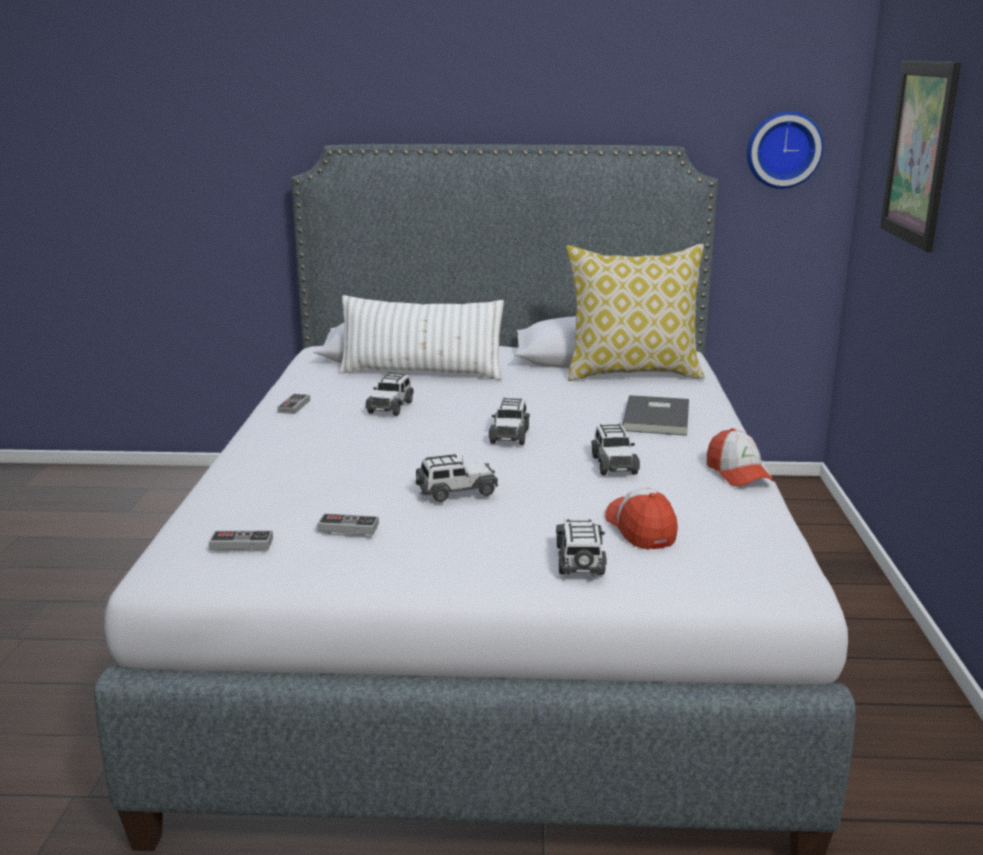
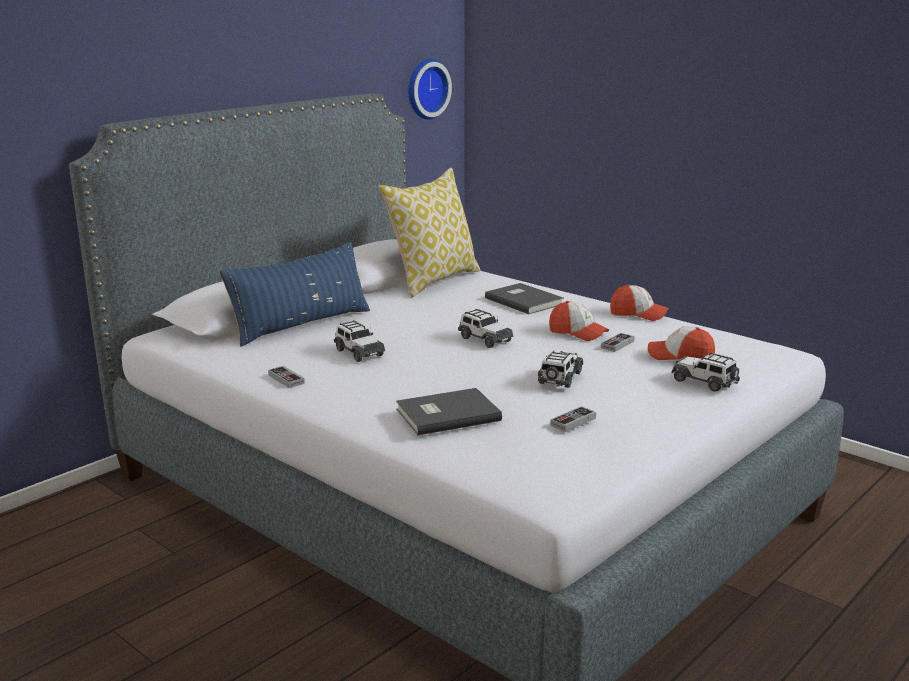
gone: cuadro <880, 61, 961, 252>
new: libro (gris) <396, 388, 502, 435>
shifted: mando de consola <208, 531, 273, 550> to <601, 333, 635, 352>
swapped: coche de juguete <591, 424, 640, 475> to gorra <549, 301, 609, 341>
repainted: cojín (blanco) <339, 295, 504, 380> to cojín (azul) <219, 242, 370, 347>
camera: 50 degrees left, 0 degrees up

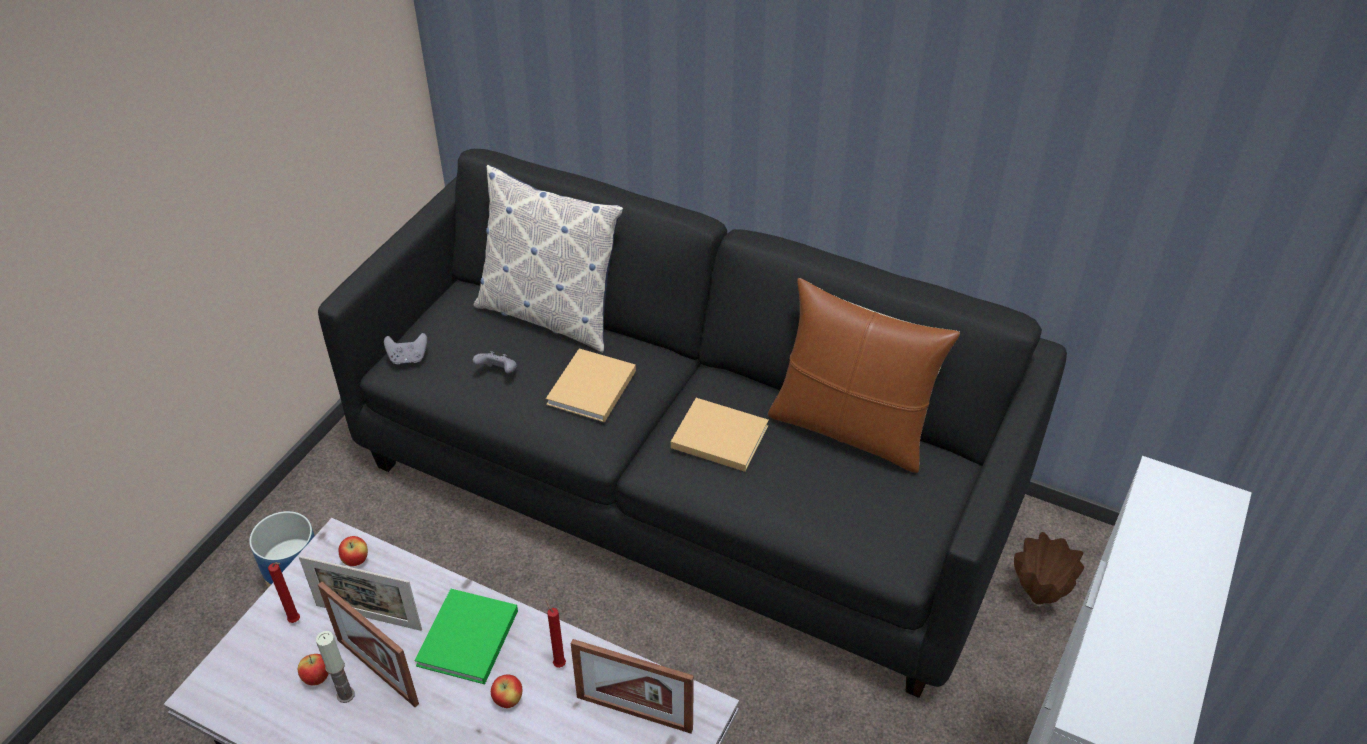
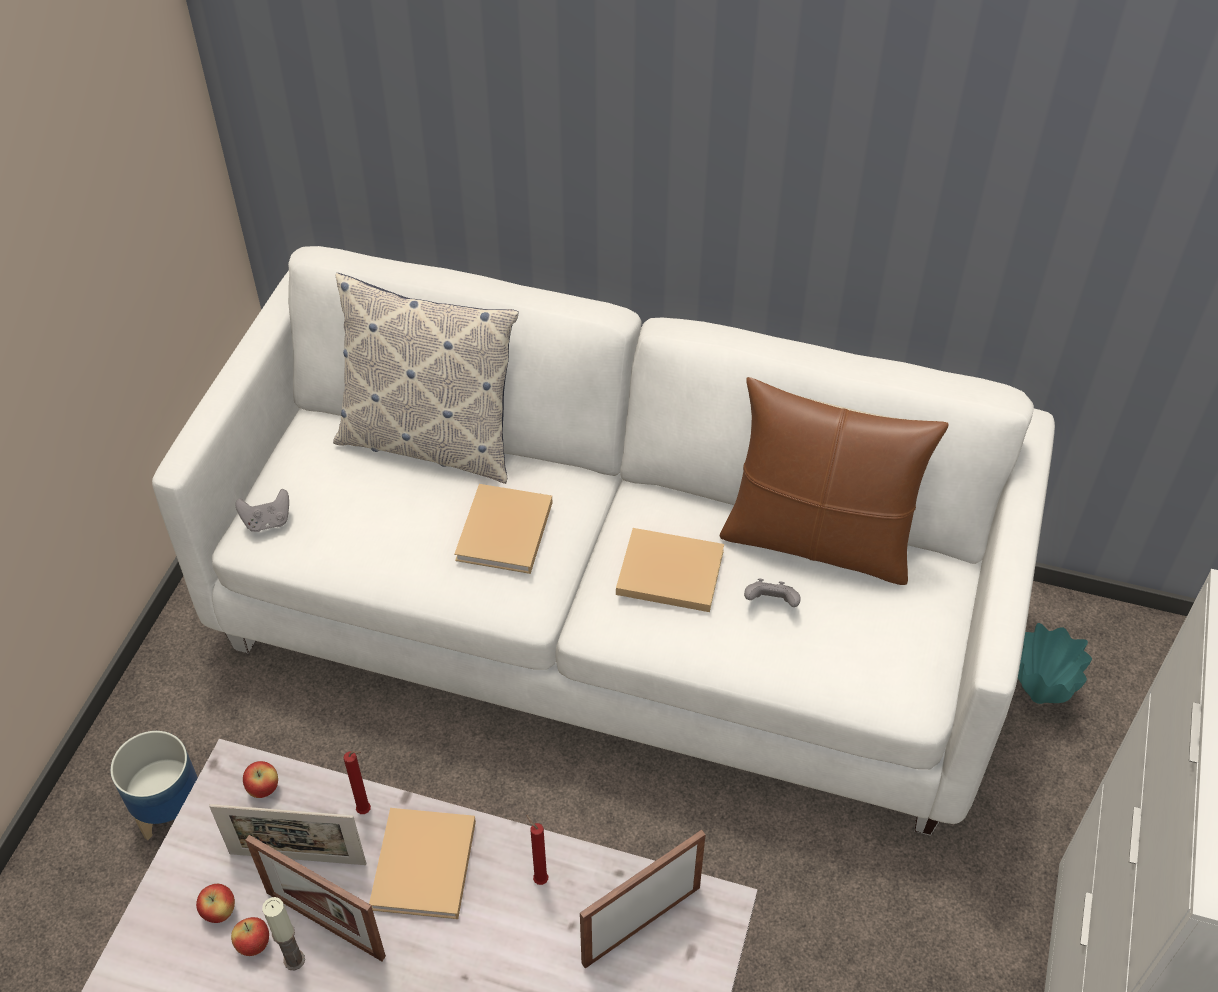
shifted: vela (rojo) <268, 562, 300, 623> to <344, 751, 371, 814>; mando de consola (gris) <473, 351, 517, 373> to <744, 578, 801, 607>; manzana <491, 674, 523, 708> to <196, 884, 235, 923>
repainted: sofá (negro) <318, 149, 1067, 698> to sofá (blanco) <152, 246, 1055, 836>; libro (verde) <414, 589, 518, 684> to libro (beis) <369, 808, 476, 919>; florero (marrón) <1014, 532, 1084, 605> to florero (turquesa) <1018, 623, 1092, 704>
rotated: portarretratos <571, 639, 694, 734> = <580, 830, 706, 969> 135 degrees clockwise
camera: 10 degrees left, 5 degrees up

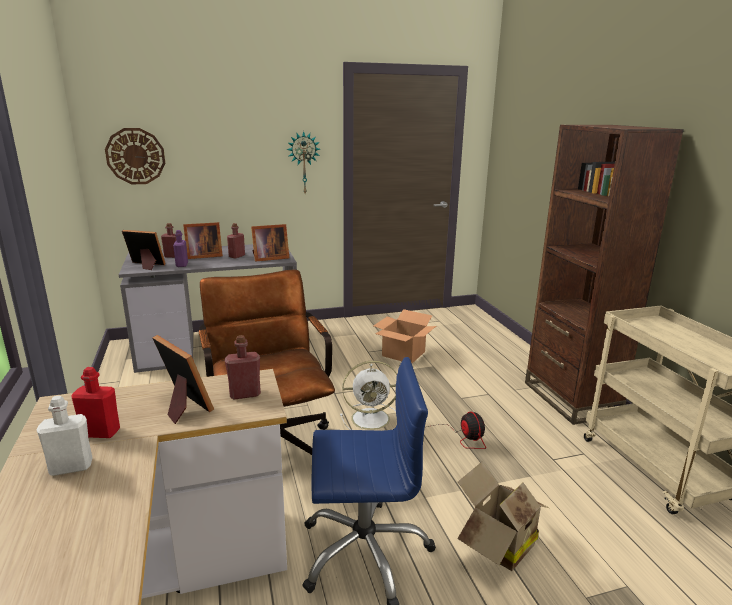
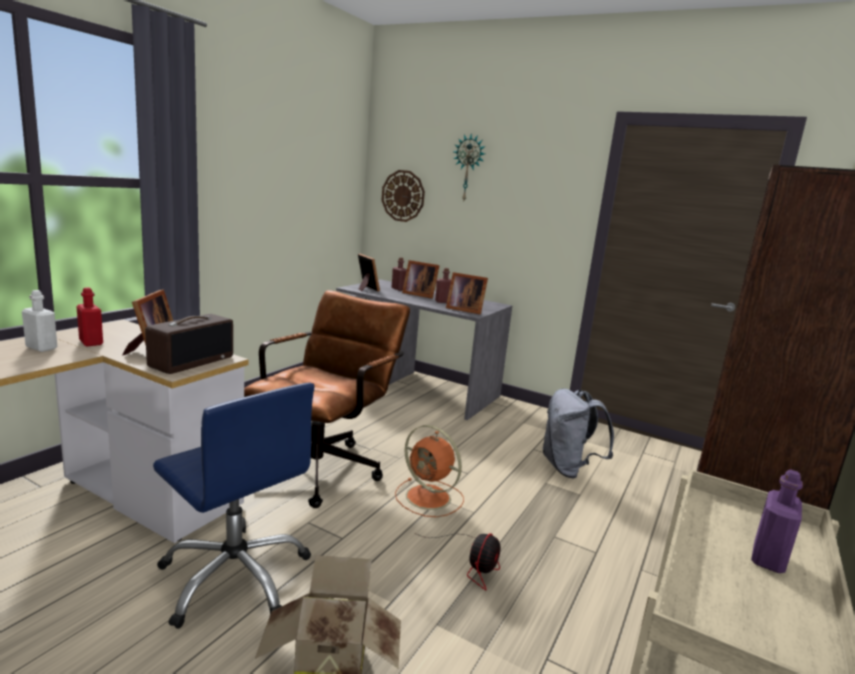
shifted: botella (morado) <173, 230, 188, 267> to <751, 470, 803, 573>; reloj de pared <287, 131, 320, 193> to <453, 134, 485, 200>
swapped: botella (rojo) <225, 335, 261, 400> to radio <145, 314, 233, 374>; caja de cartón <374, 309, 436, 363> to mochila (gris) <542, 388, 614, 479>
repainted: ventilador (blanco) <340, 360, 397, 430> to ventilador (naranja) <395, 425, 464, 517>
camera: 45 degrees right, 5 degrees down

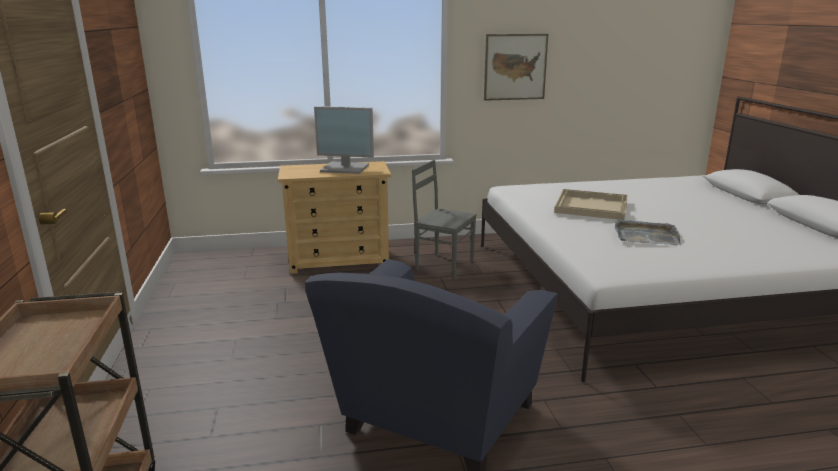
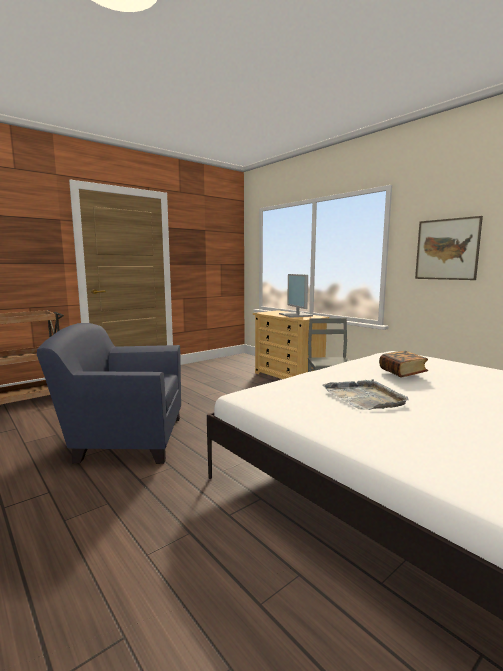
swapped: bandeja (beis) <554, 189, 628, 220> to libro <379, 351, 428, 377>
camera: 60 degrees right, 10 degrees down

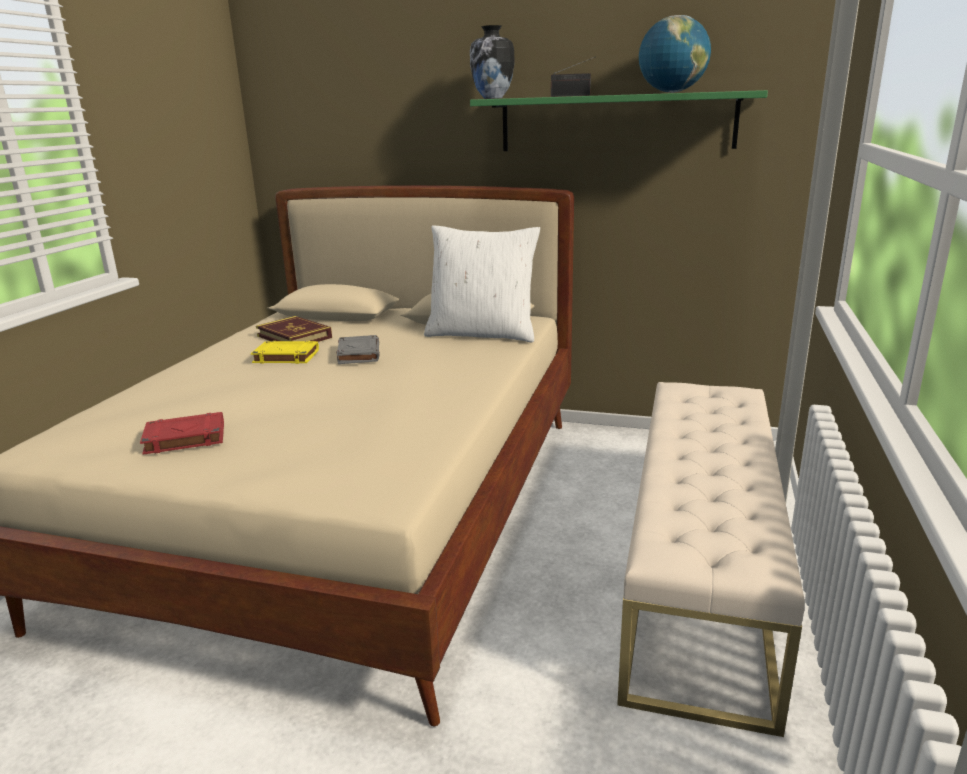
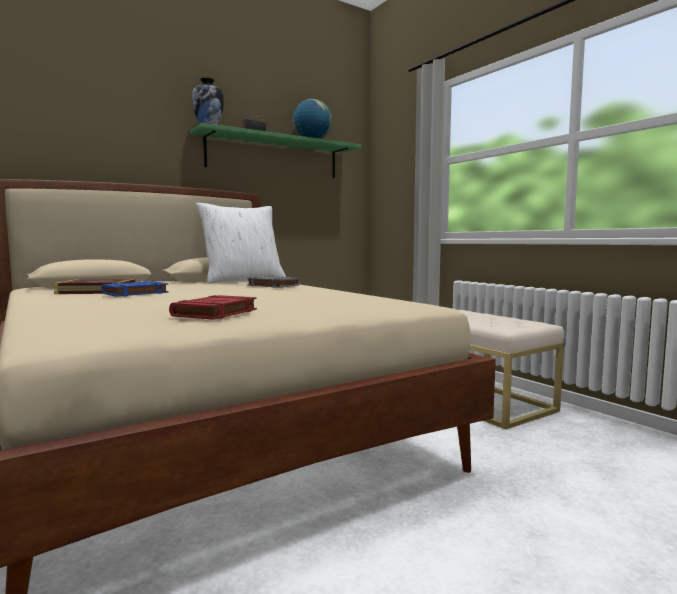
shifted: libro (gris) <336, 335, 380, 364> to <247, 276, 300, 288>
repainted: libro (amarillo) <251, 341, 319, 364> to libro (azul) <102, 281, 169, 297>
camera: 50 degrees left, 15 degrees down

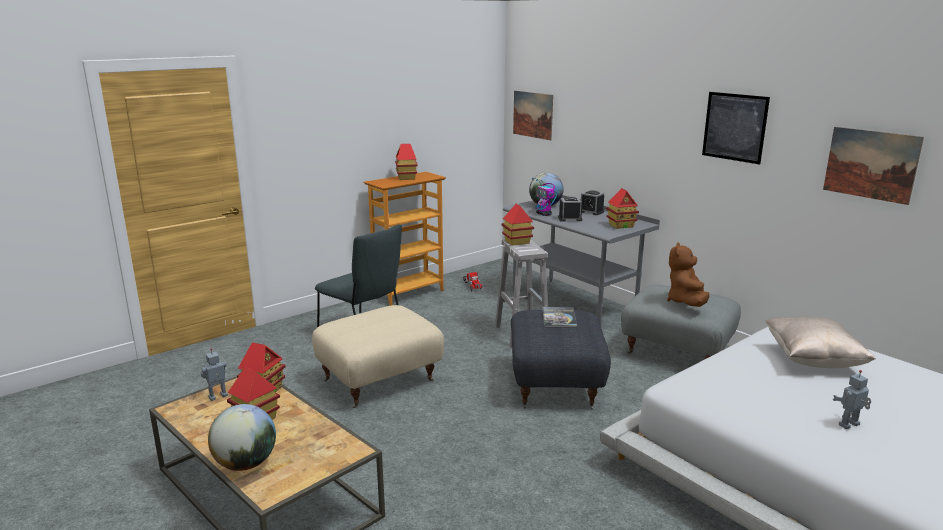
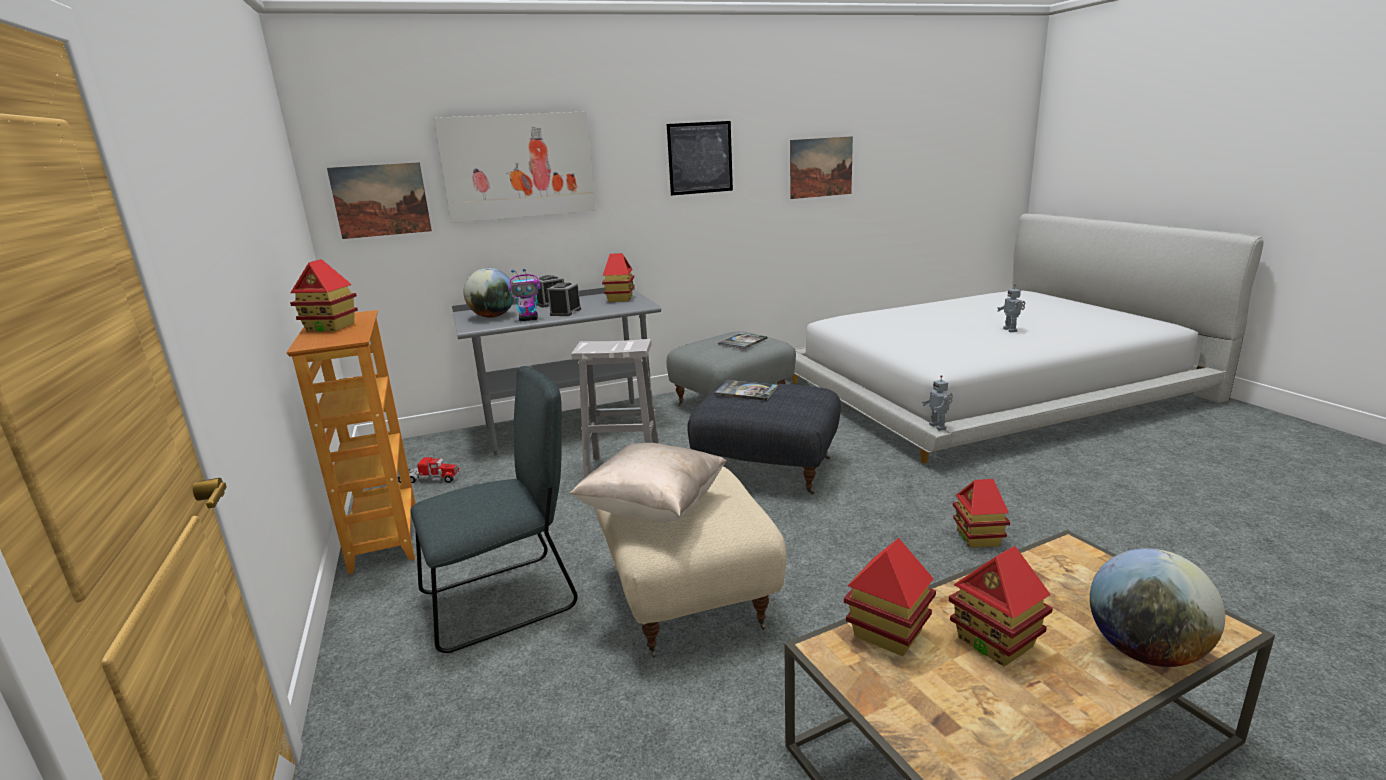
new: cuadro <434, 111, 596, 223>
shifted: robot de juguete <201, 348, 228, 401> to <922, 375, 953, 431>; casita <501, 204, 534, 246> to <953, 479, 1010, 548>; cojín (beis) <766, 316, 876, 368> to <570, 443, 727, 522>
swapped: peluche (marrón) <667, 242, 709, 307> to libro <718, 333, 767, 349>
camera: 70 degrees left, 0 degrees up

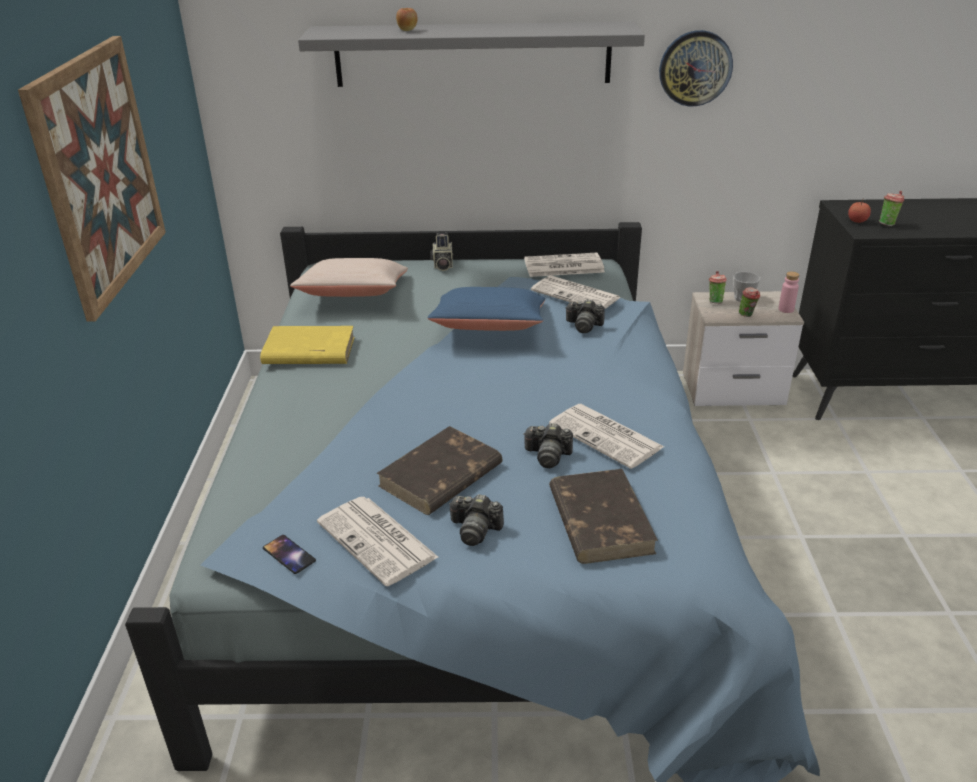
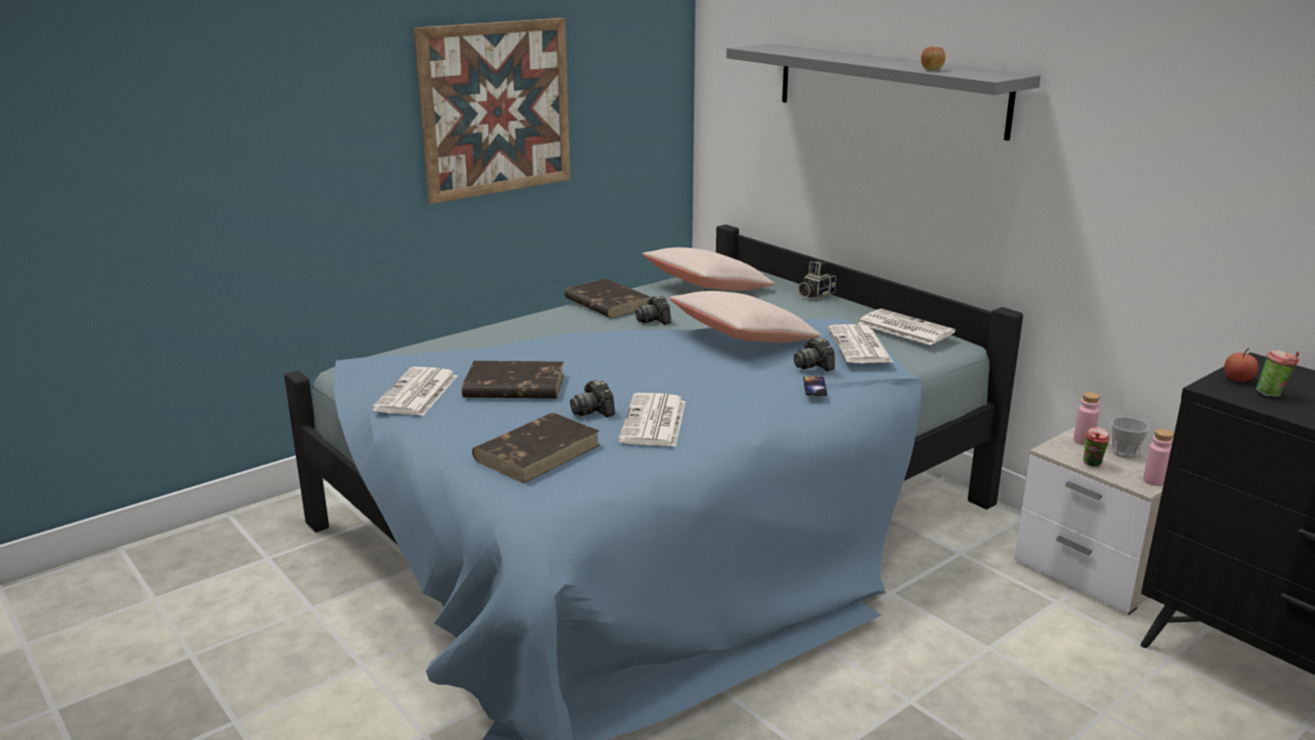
gone: reloj de pared <659, 30, 733, 106>
shifted: móvil <263, 535, 316, 574> to <803, 376, 827, 396>; manzana <396, 8, 418, 31> to <921, 47, 946, 70>; cámara <449, 494, 504, 546> to <635, 296, 671, 325>
swapped: taza <709, 271, 727, 304> to botella (rosa) <1073, 392, 1100, 445>
repainted: libro (amarillo) <260, 326, 355, 364> to libro (marrón) <564, 279, 650, 318>; cojín (azul) <428, 287, 545, 331> to cojín (beis) <669, 291, 821, 343>
camera: 50 degrees right, 10 degrees down

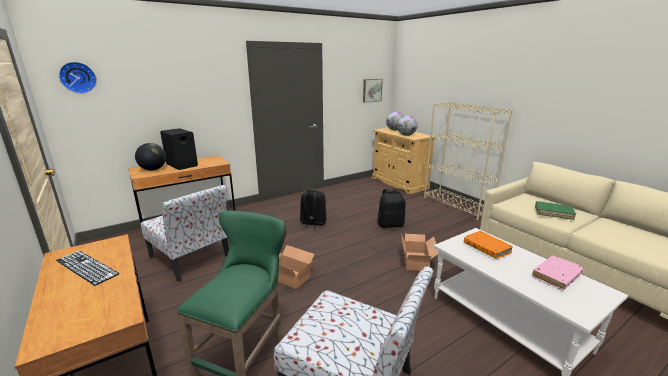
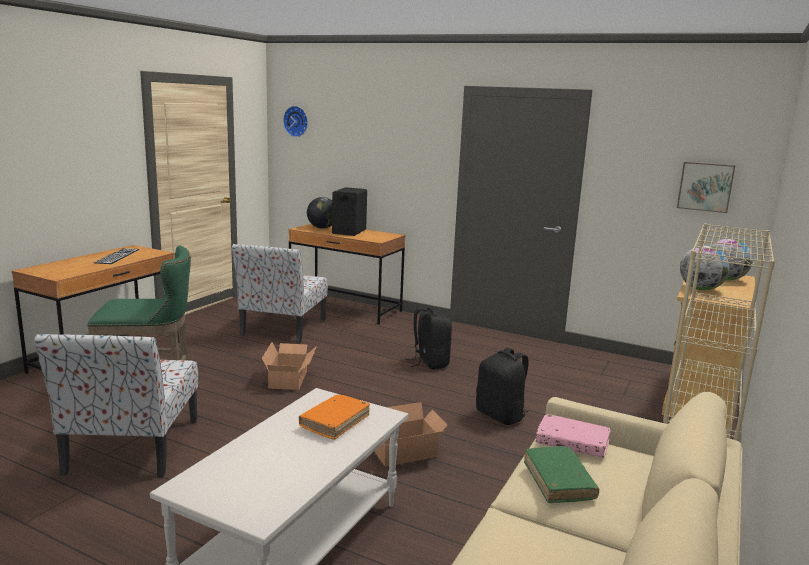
shifted: libro (rosa) <532, 256, 584, 290> to <536, 414, 611, 458>
camera: 60 degrees right, 5 degrees down

